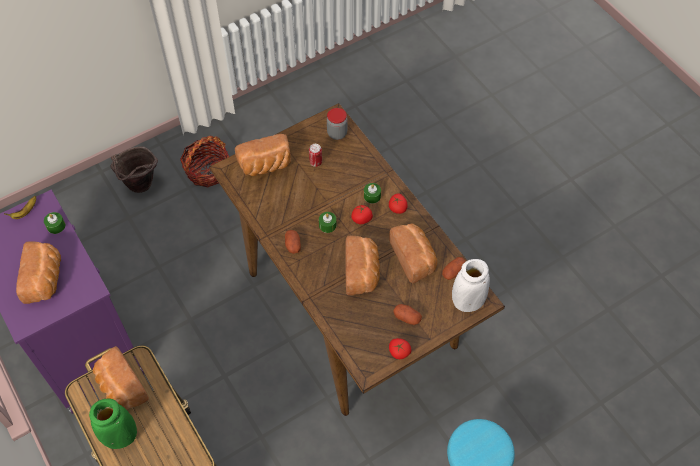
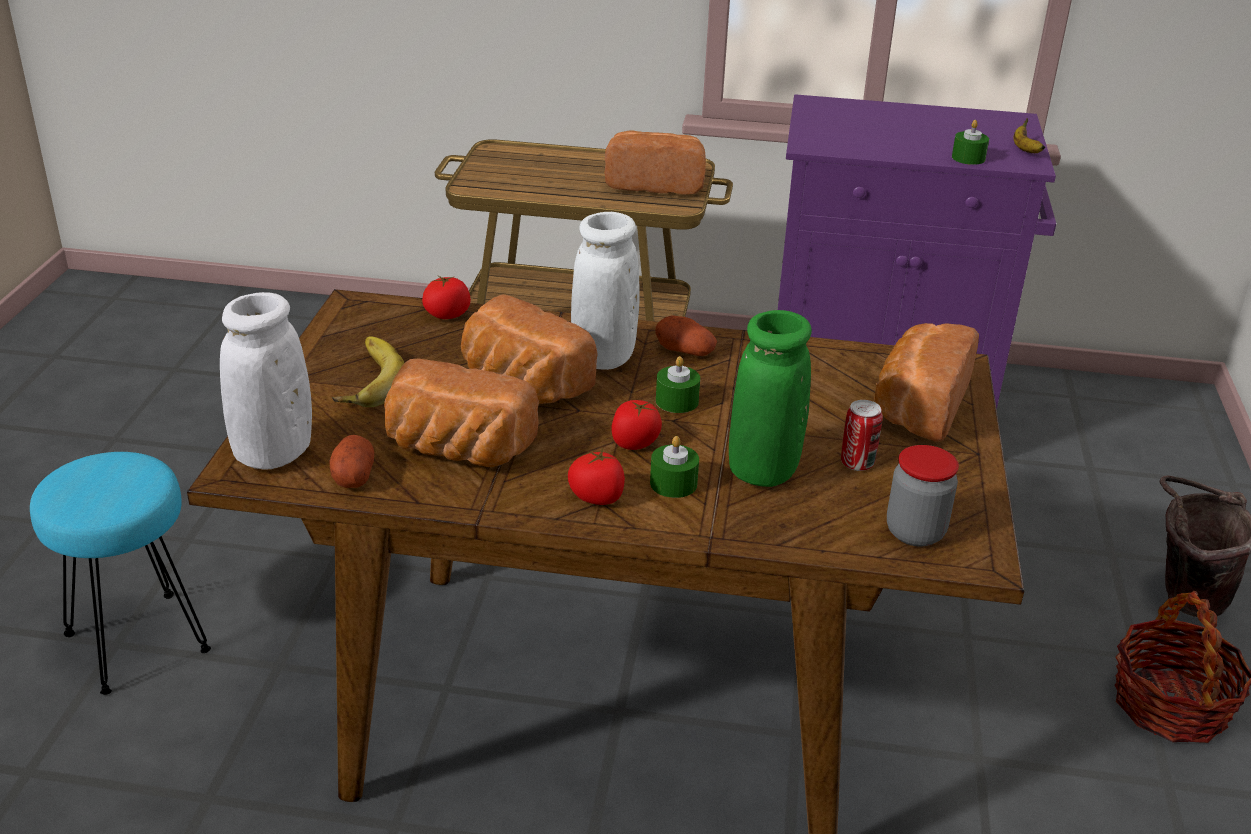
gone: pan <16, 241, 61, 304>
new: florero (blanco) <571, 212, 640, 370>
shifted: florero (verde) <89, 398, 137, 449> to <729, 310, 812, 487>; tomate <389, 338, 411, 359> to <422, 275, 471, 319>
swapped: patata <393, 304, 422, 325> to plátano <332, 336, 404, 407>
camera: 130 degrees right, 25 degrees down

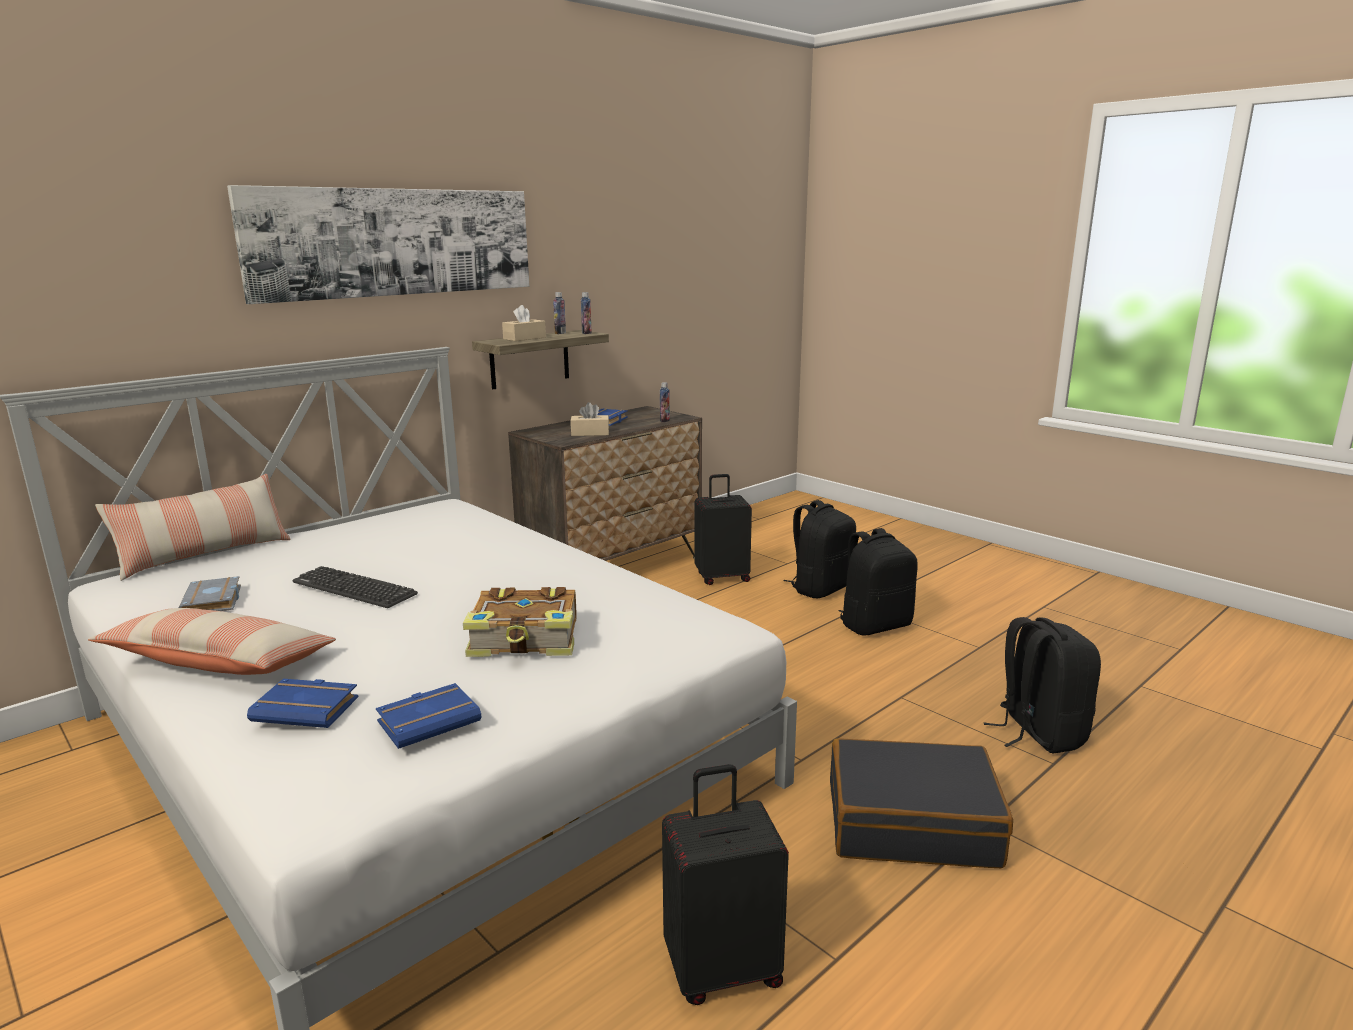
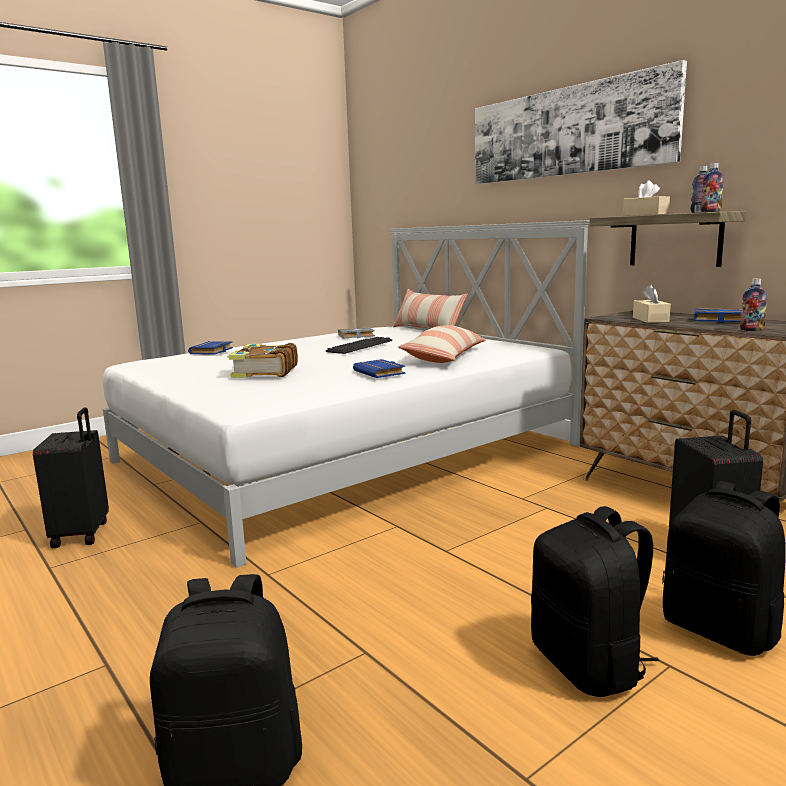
gone: maleta (negro) <830, 738, 1013, 868>
shifted: cojín <88, 608, 336, 675> to <398, 325, 486, 363>; libro (azul) <376, 683, 481, 749> to <353, 359, 405, 378>
camera: 95 degrees right, 5 degrees down

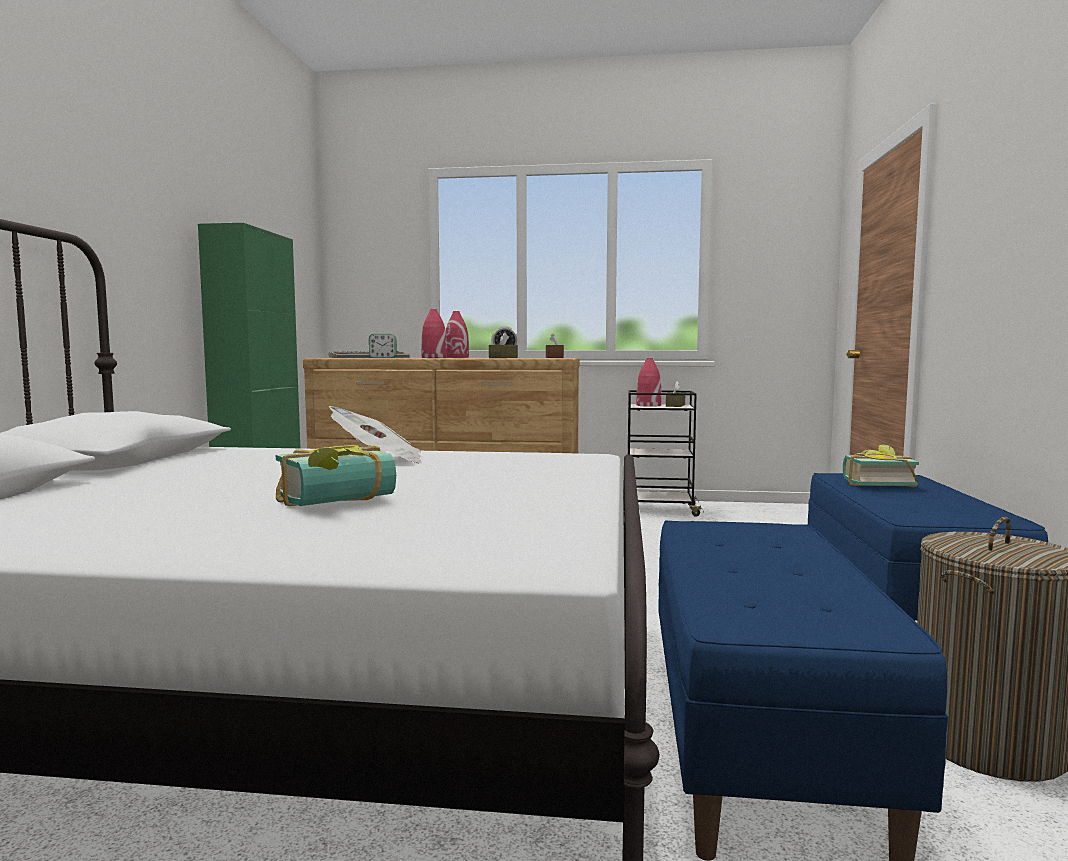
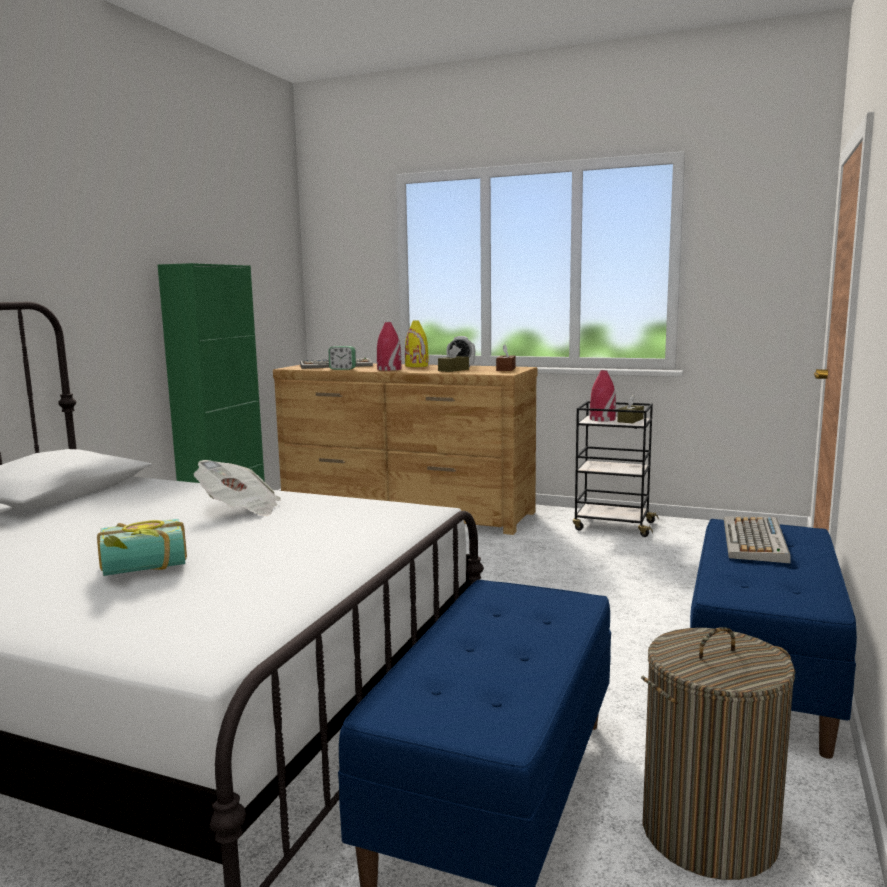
swapped: libro <843, 445, 919, 487> to teclado <724, 516, 791, 563>
repainted: florero (rojo) <446, 311, 469, 358> to florero (amarillo) <405, 320, 429, 367>
camera: 15 degrees right, 5 degrees up

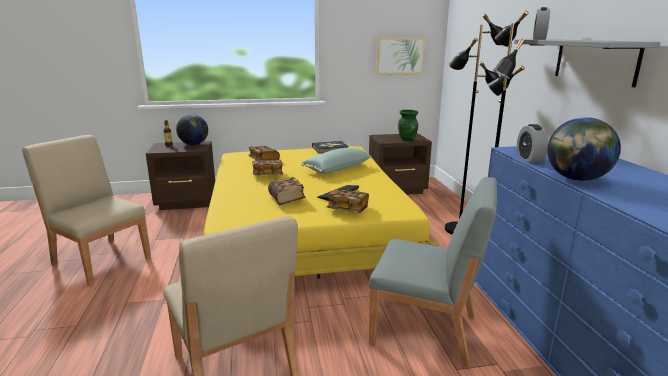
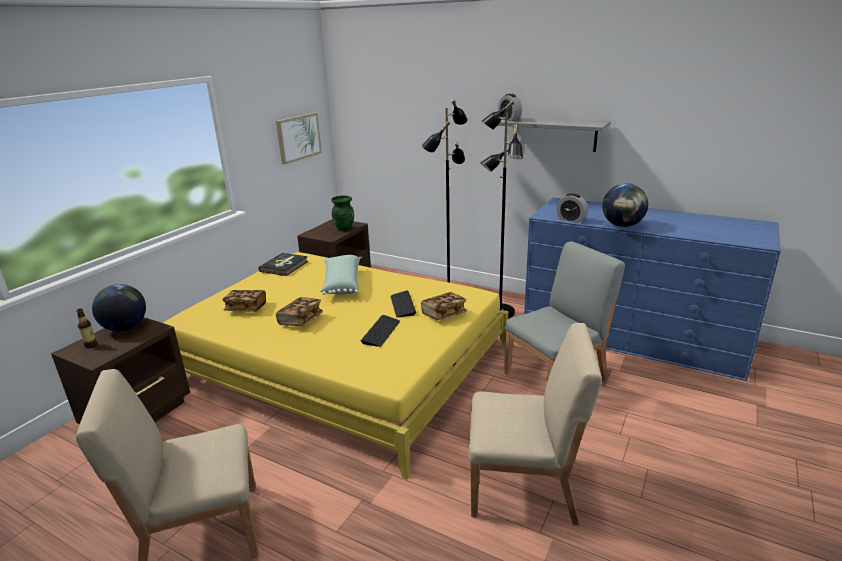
swapped: libro <268, 177, 305, 205> to teclado <360, 315, 400, 347>
camera: 50 degrees left, 5 degrees up

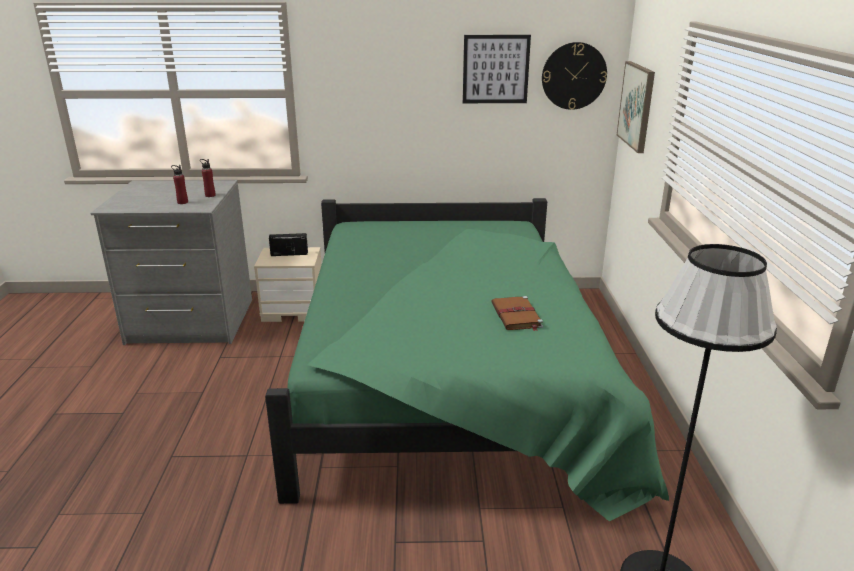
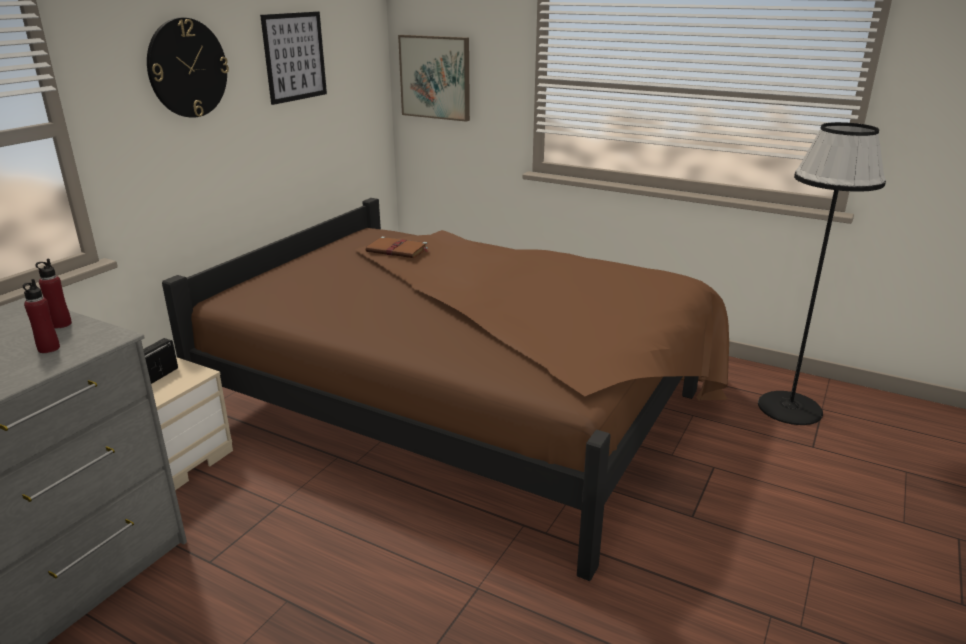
shifted: libro (marrón) <491, 296, 543, 331> to <366, 236, 428, 258>; reloj de pared <542, 42, 607, 110> to <147, 18, 229, 118>
repainted: cama (verde) <265, 198, 669, 521> to cama (marrón) <162, 198, 729, 581>
camera: 60 degrees left, 0 degrees up

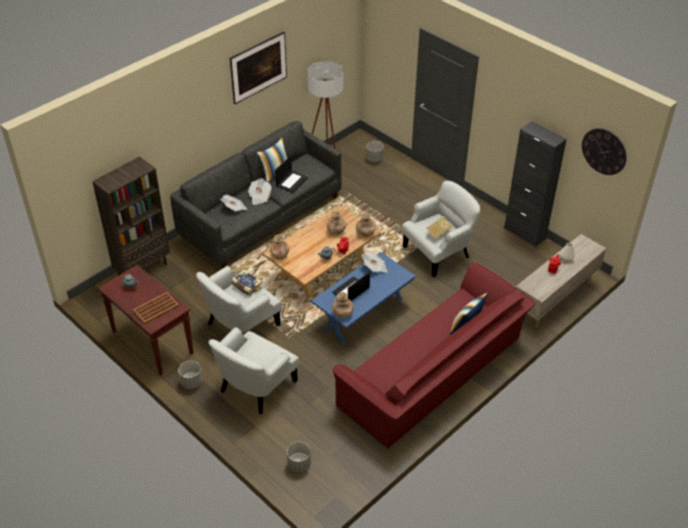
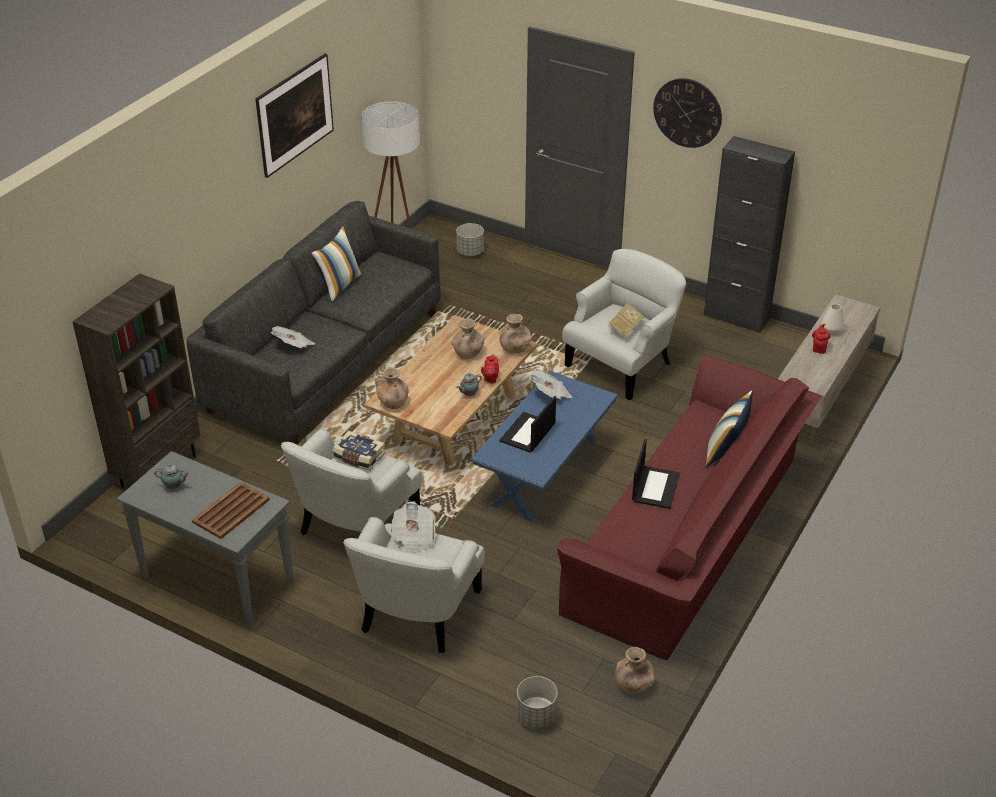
gone: maceta (gris) <178, 361, 202, 389>
shifted: periódico <248, 179, 272, 205> to <391, 502, 436, 554>; portátil <275, 156, 308, 193> to <632, 439, 680, 509>; florero (marrón) <332, 292, 354, 318> to <615, 647, 655, 693>; reloj de pared <582, 128, 627, 175> to <653, 78, 722, 148>
repainted: mesa consola (marrón) <98, 265, 193, 375> to mesa consola (gris) <117, 451, 294, 628>
camera: 15 degrees left, 5 degrees down

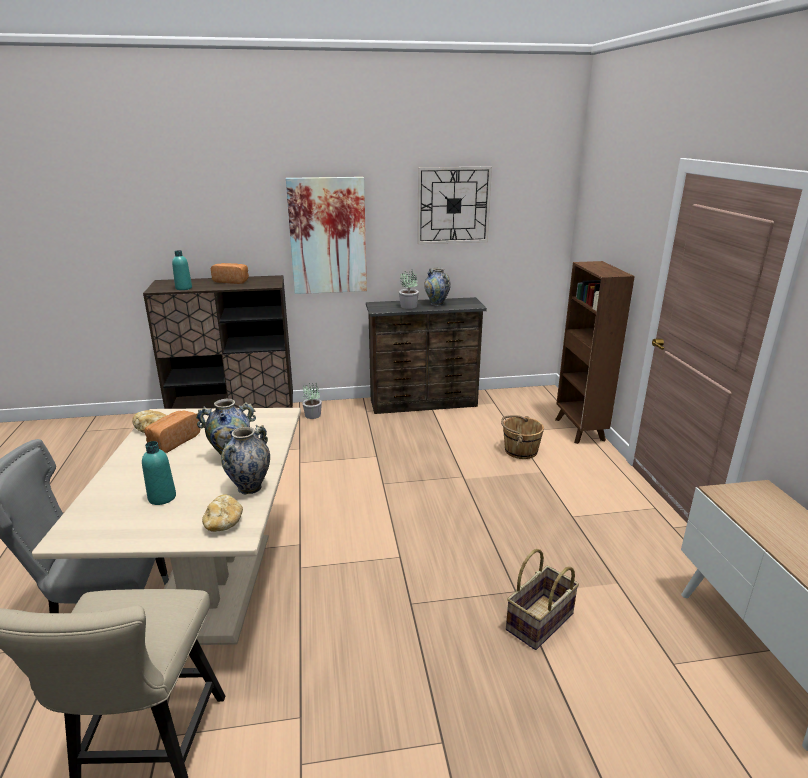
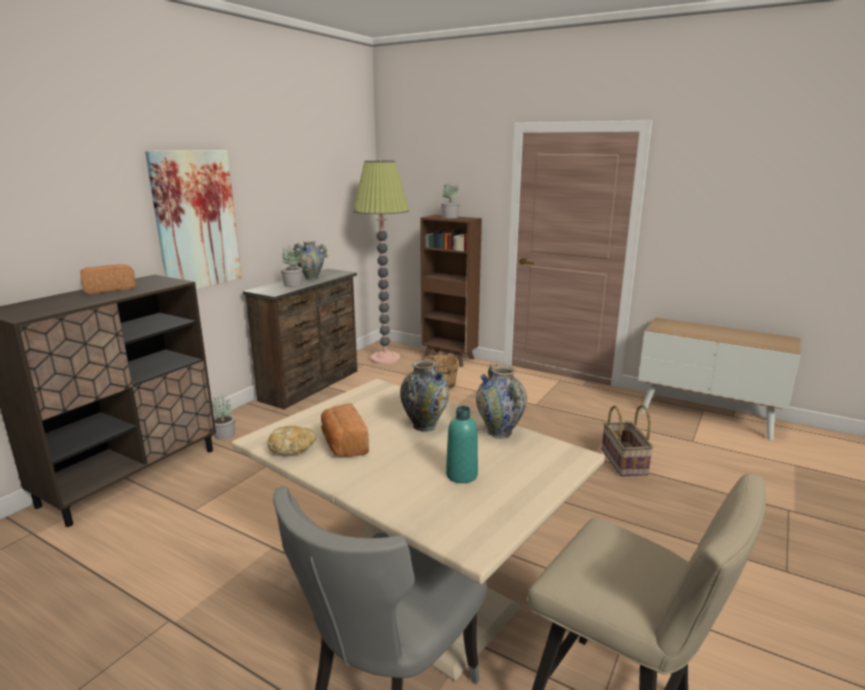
gone: botella (turquesa) <172, 250, 192, 290>; pan <202, 494, 243, 532>; reloj de pared <417, 166, 492, 244>
new: lámpara de pie <353, 160, 409, 365>; planta en maceta <441, 184, 460, 218>
camera: 50 degrees left, 5 degrees down

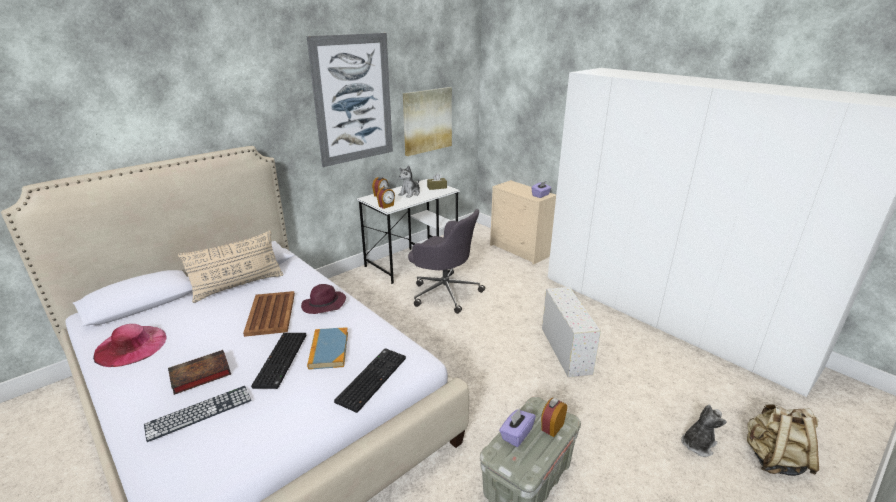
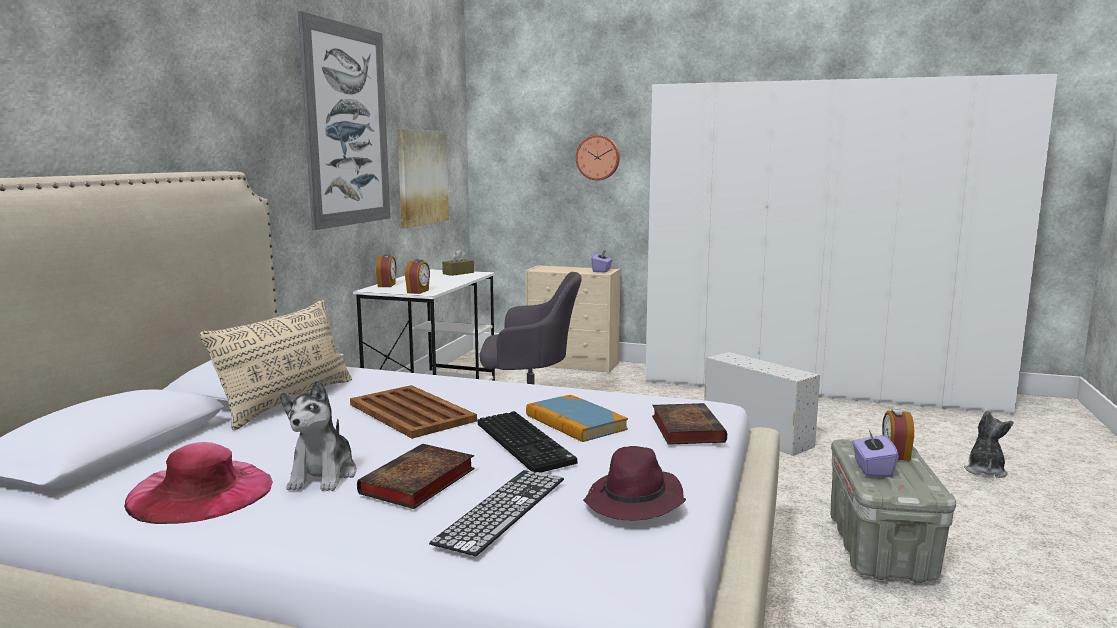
gone: mochila (beis) <747, 404, 819, 476>
new: reloj de pared <576, 135, 620, 180>
shifted: sombrero (morado) <301, 284, 346, 314> to <583, 446, 686, 521>; peluche <399, 165, 420, 198> to <280, 380, 357, 491>
swapped: teclado <334, 348, 406, 413> to libro <652, 403, 727, 445>
camera: 30 degrees left, 15 degrees down

